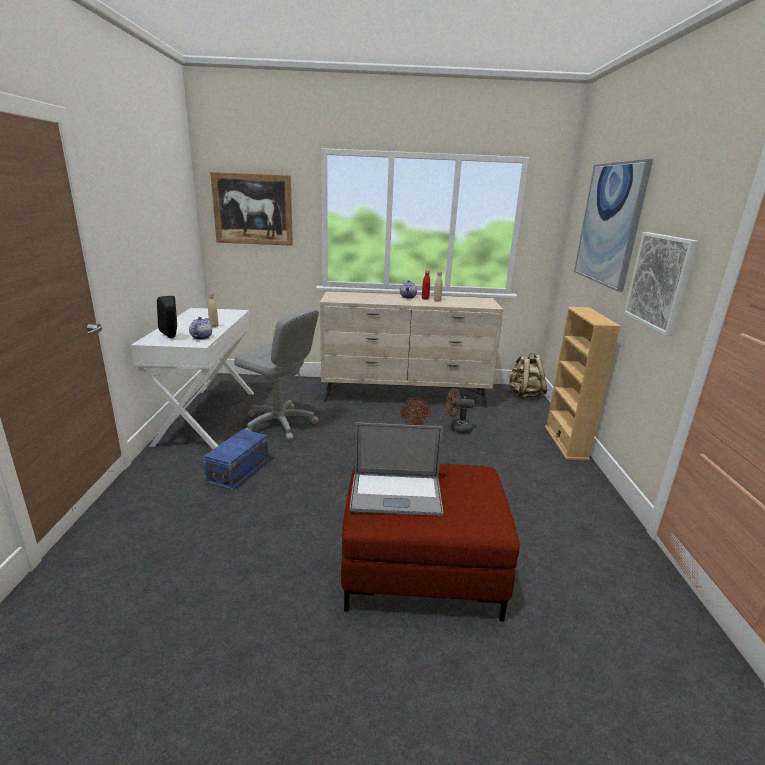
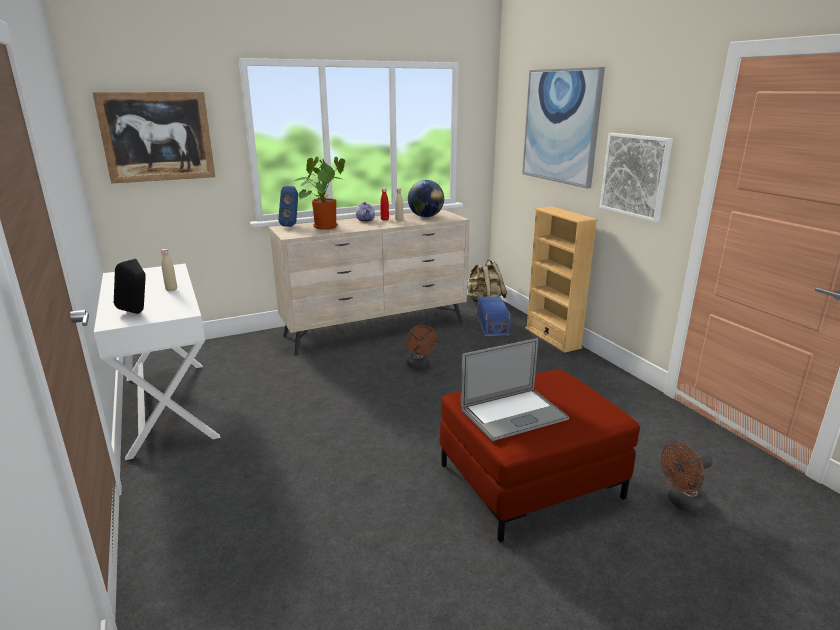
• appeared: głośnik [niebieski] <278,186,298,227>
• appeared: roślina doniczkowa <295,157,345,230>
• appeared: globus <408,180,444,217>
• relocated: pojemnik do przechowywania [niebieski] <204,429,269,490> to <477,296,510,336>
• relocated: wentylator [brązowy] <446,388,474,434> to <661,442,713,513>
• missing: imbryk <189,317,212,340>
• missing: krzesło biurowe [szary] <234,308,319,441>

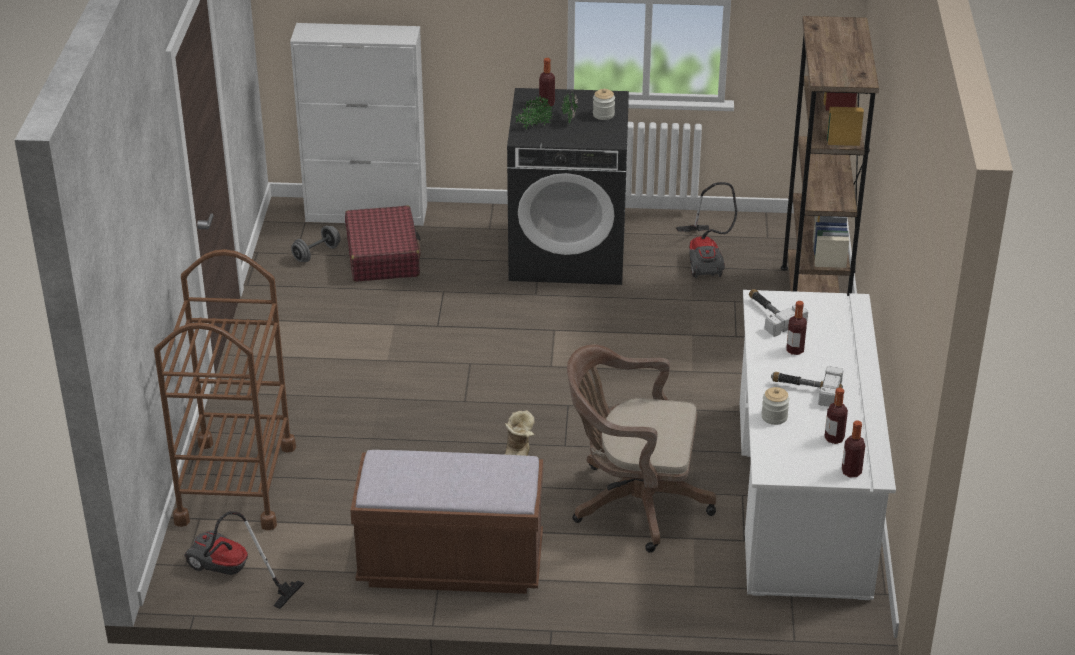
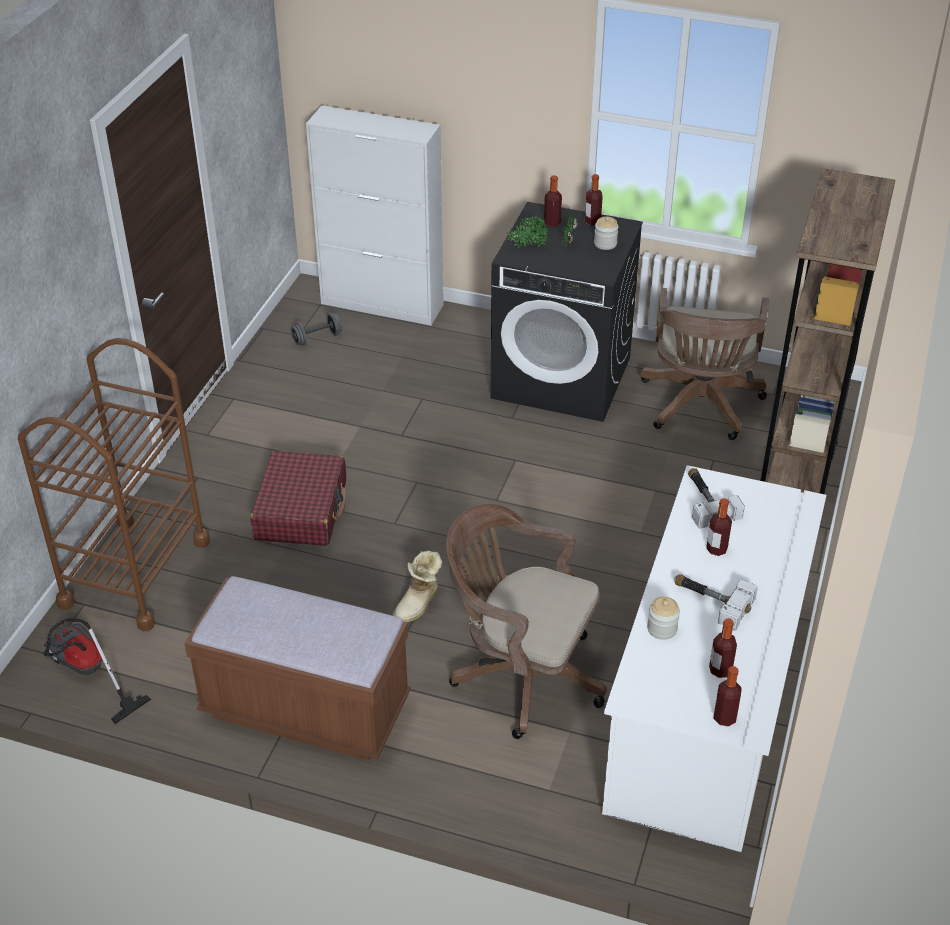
• relocated: walizka [czerwony] <345,205,421,282> to <250,451,346,546>
• appeared: butelka <585,174,603,226>
• exchanged: odkurzacz <676,182,737,278> to krzesło biurowe [brązowy] <640,288,769,440>

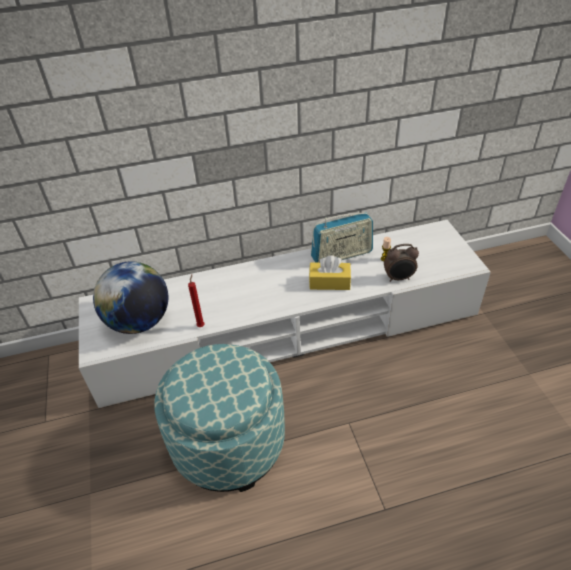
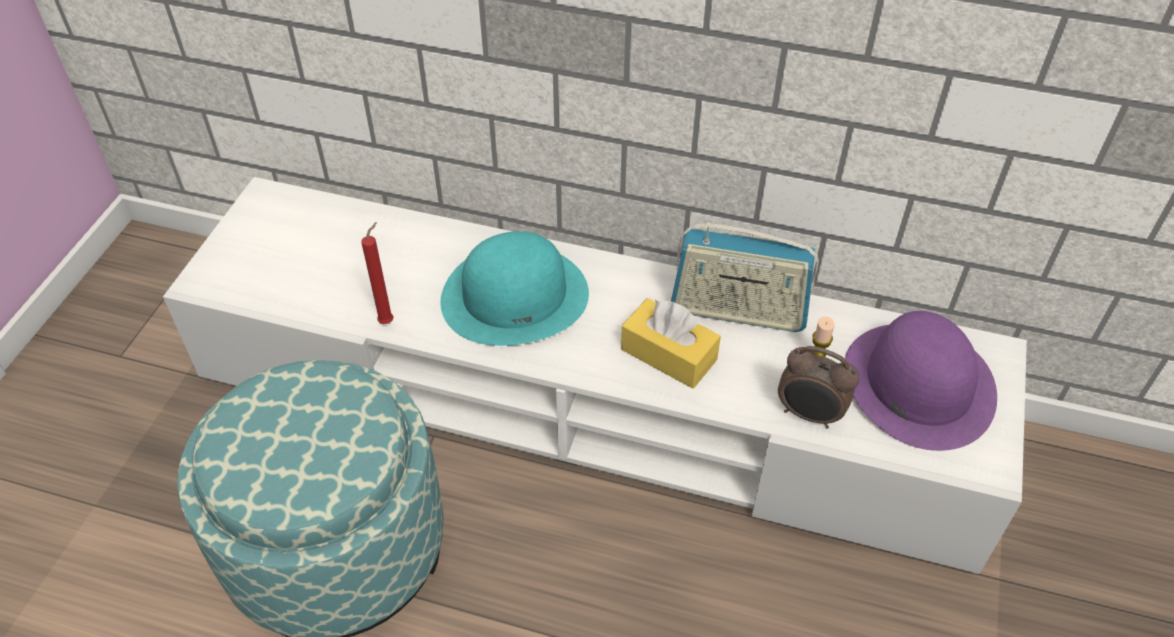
• appeared: kapelusz [turkusowy] <440,231,589,346>
• appeared: kapelusz [fioletowy] <845,311,997,451>
• missing: globus <93,261,168,334>

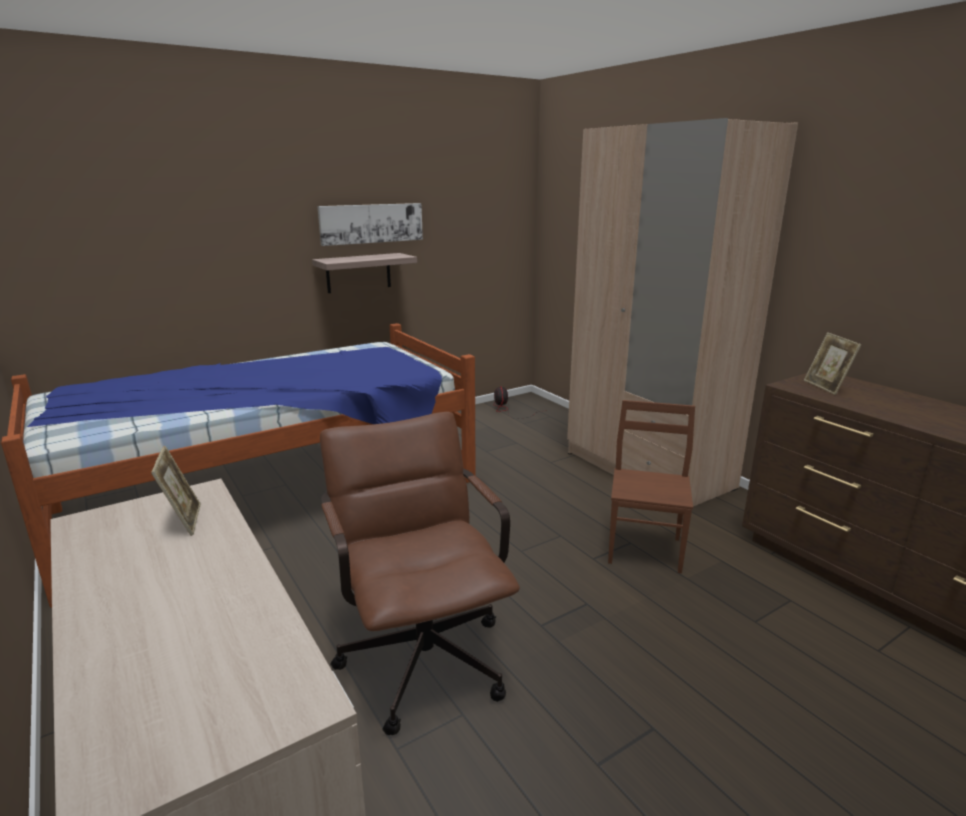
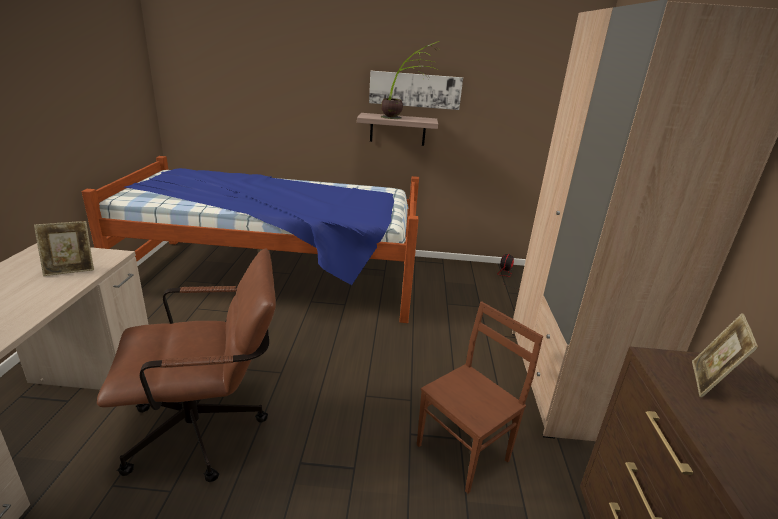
• spun: ramka na zdjęcie <151,446,201,536> = <34,221,94,276> 45 degrees clockwise
• spun: krzesło biurowe [brązowy] <320,412,520,735> = <97,248,276,482> 60 degrees clockwise
• appeared: roślina doniczkowa <381,41,439,119>

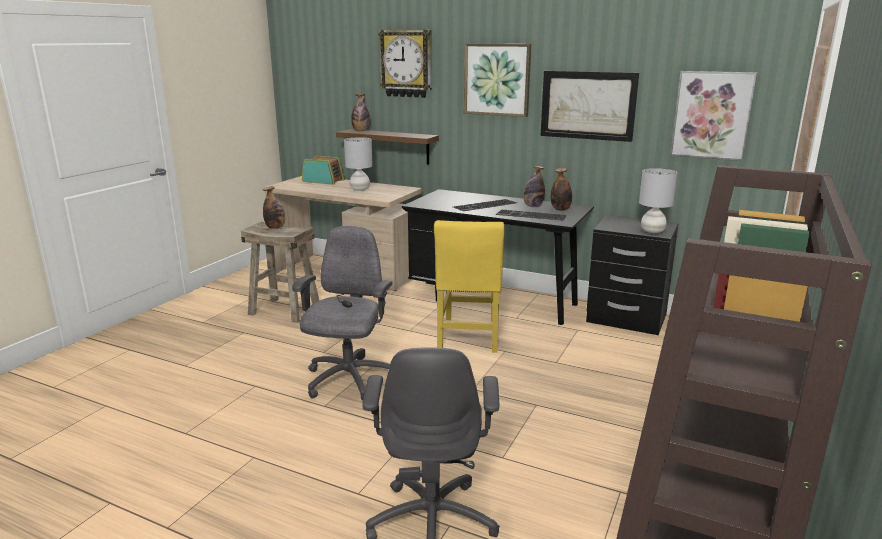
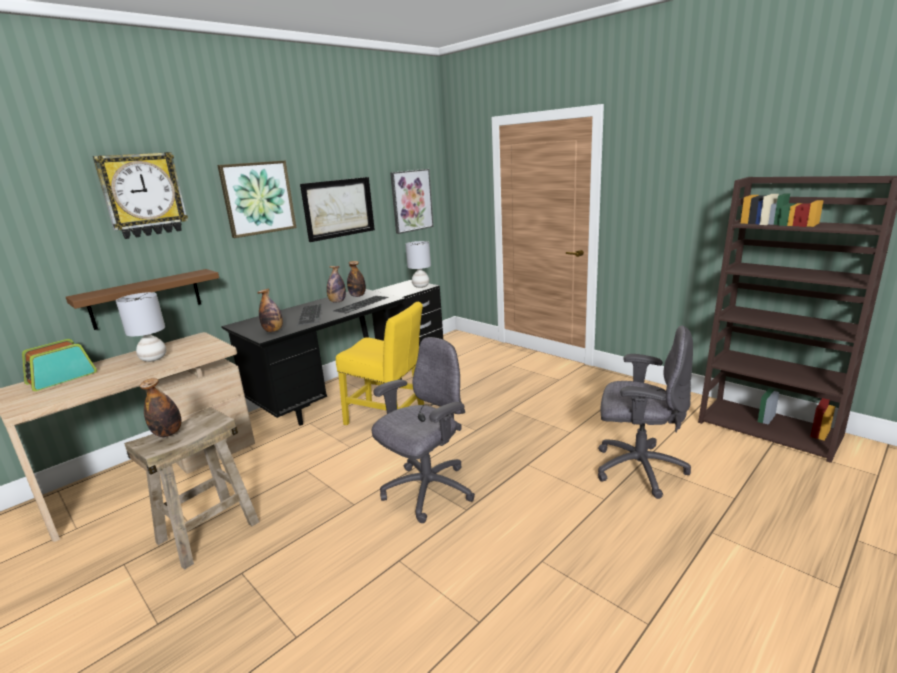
• relocated: butelka <351,94,370,131> to <257,289,283,332>
• spun: krzesło biurowe [szary] <292,226,392,400> = <371,337,475,523> 105 degrees clockwise

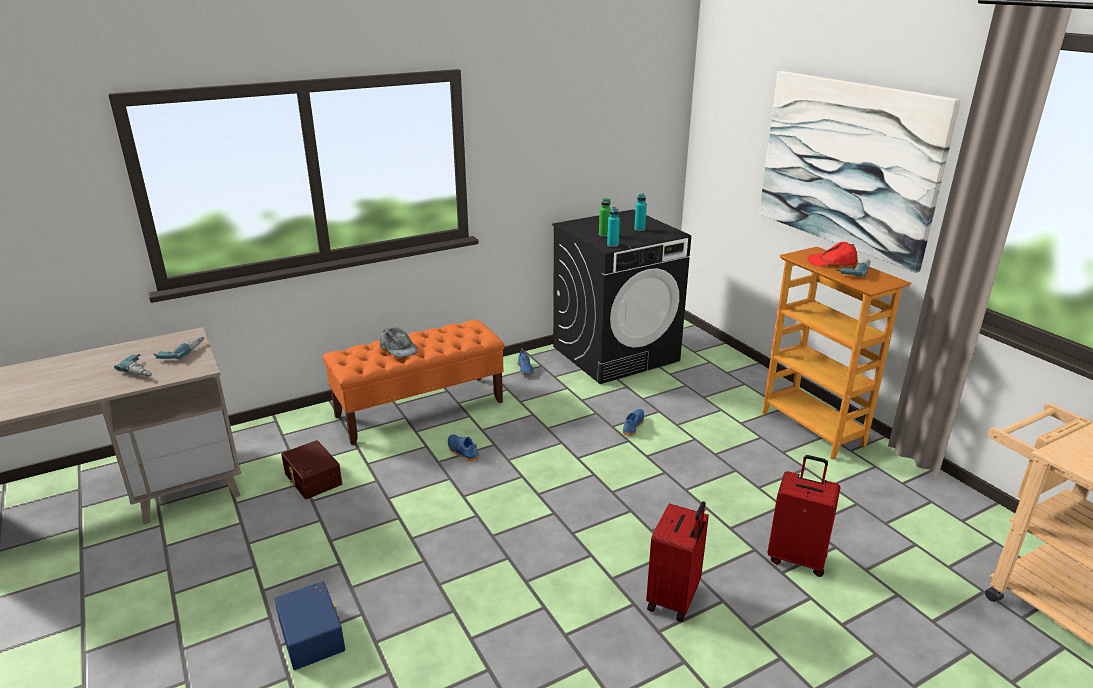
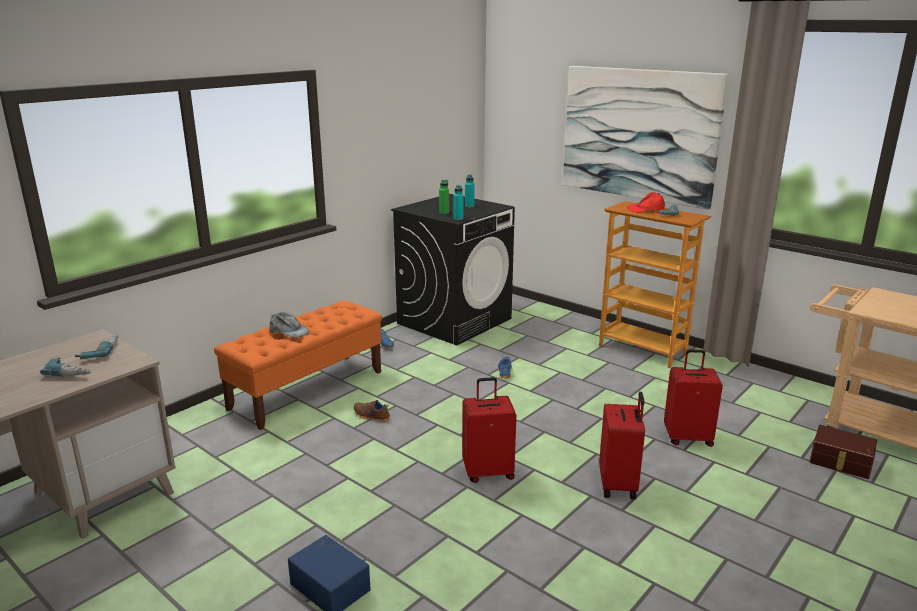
• colour: but [niebieski] <448,435,480,461> to but [brązowy] <354,400,391,422>
• appeared: walizka [czerwony] <462,377,516,483>
• relocated: pojemnik do przechowywania [brązowy] <281,440,342,499> to <810,425,877,479>

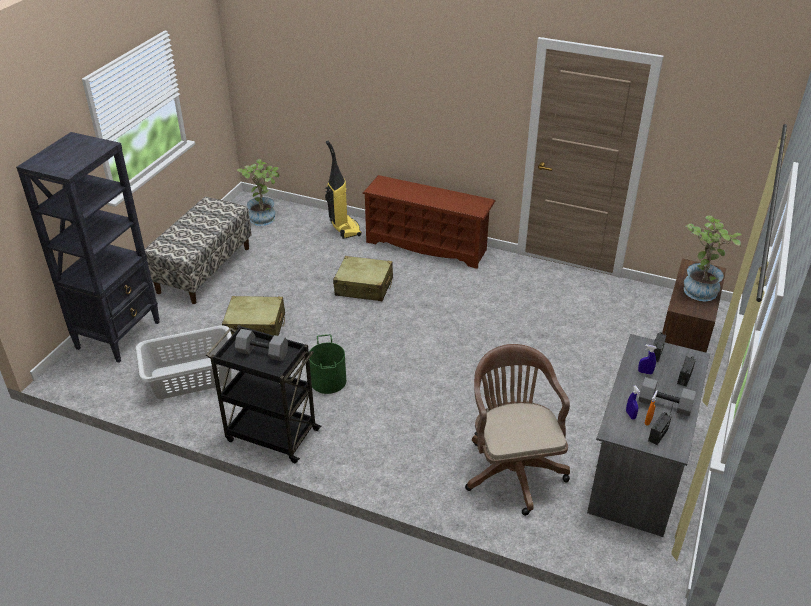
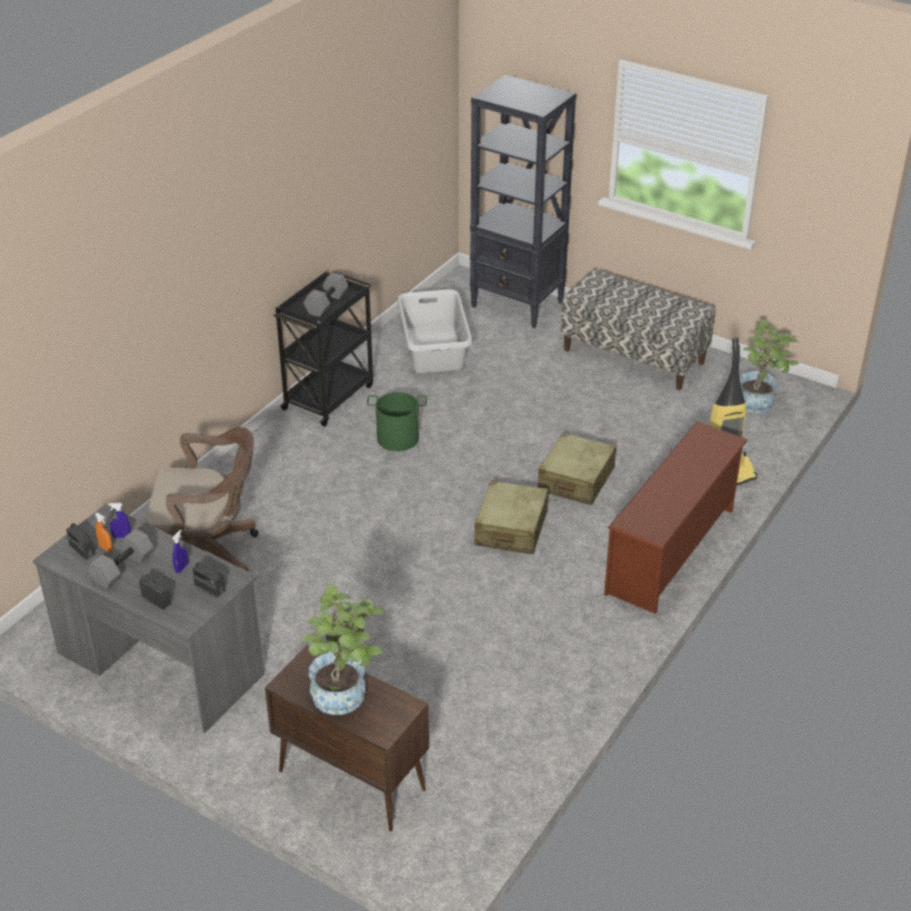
• relocated: walizka [beżowy] <222,296,285,336> to <474,481,548,554>

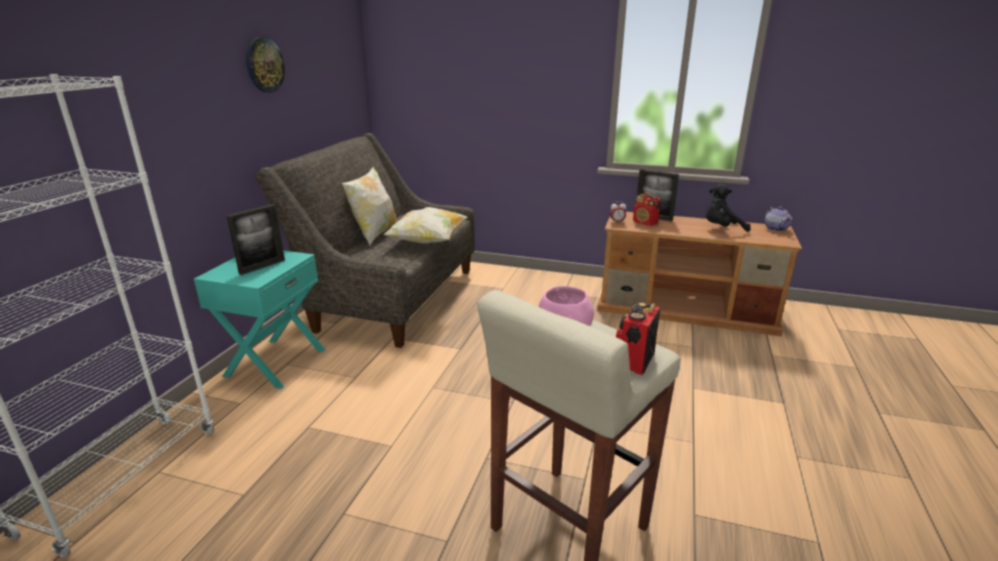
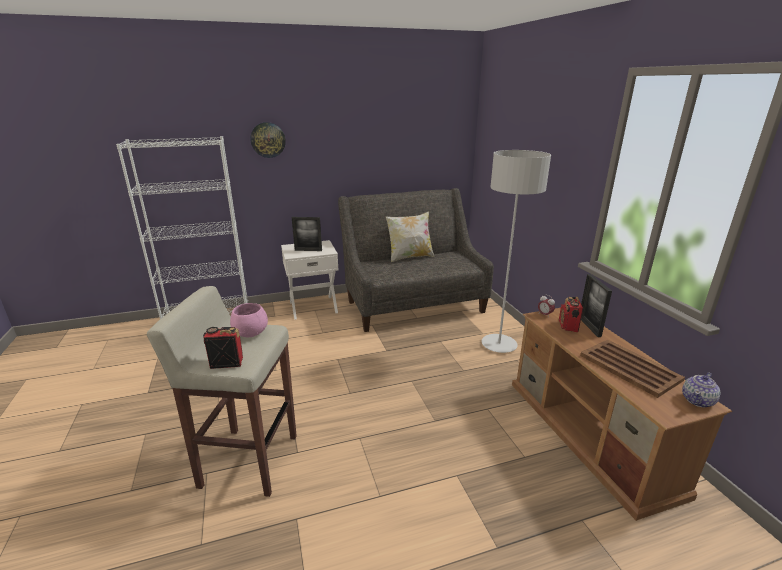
• relocated: zegar ścienny <246,37,285,93> to <250,122,286,158>
• colour: szafka nocna [turkusowy] <194,250,325,389> to szafka nocna [biały] <281,240,339,320>
• appeared: lampa stojąca [szary] <481,150,551,353>
• exchanged: pluszak [czarny] <706,184,750,232> to taca [brązowy] <580,339,685,398>
• missing: poduszka <383,207,468,244>

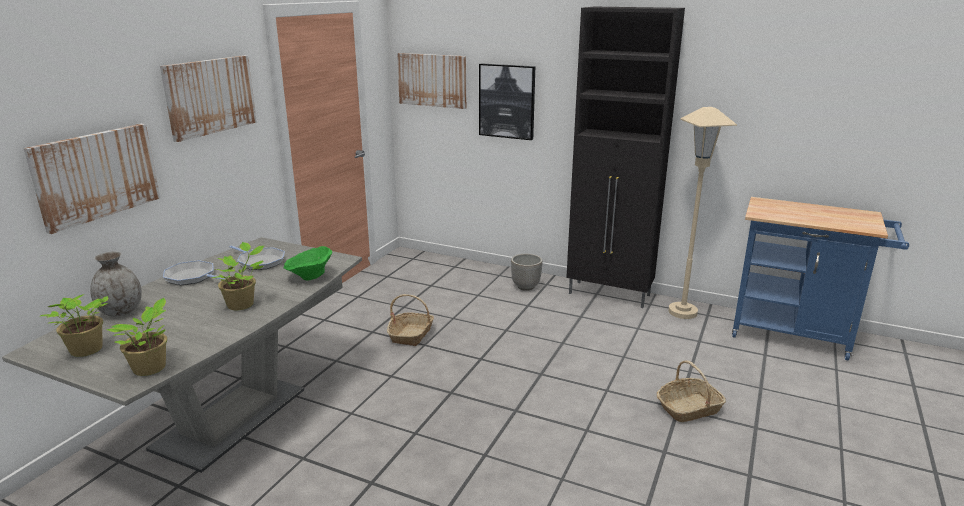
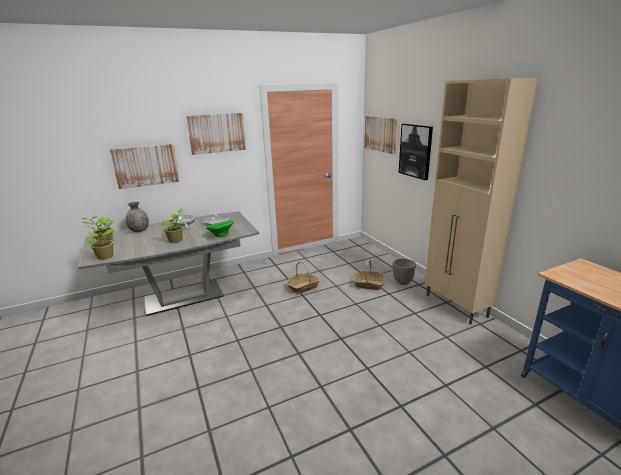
• relocated: koszyk <657,360,726,422> to <353,260,385,290>
• colour: szafka [czarny] <566,7,685,308> to szafka [beżowy] <425,78,538,325>
• missing: lampa stojąca [beżowy] <668,107,737,319>

